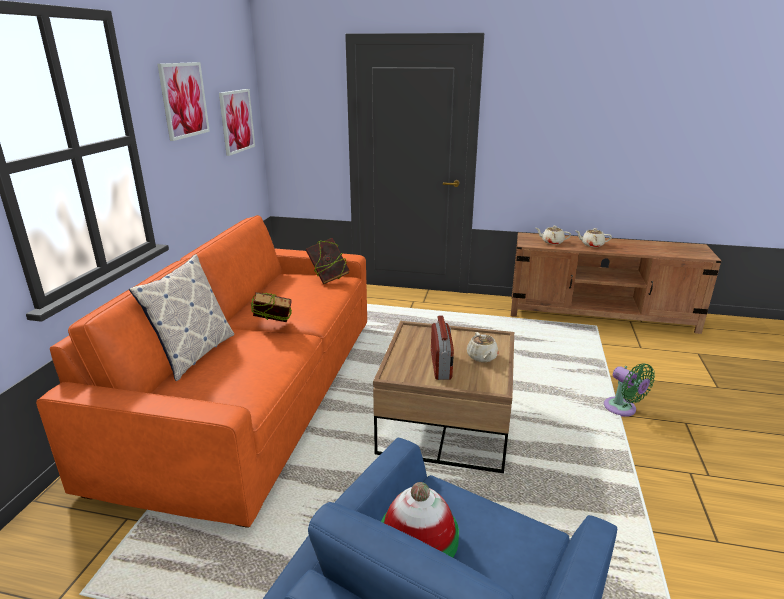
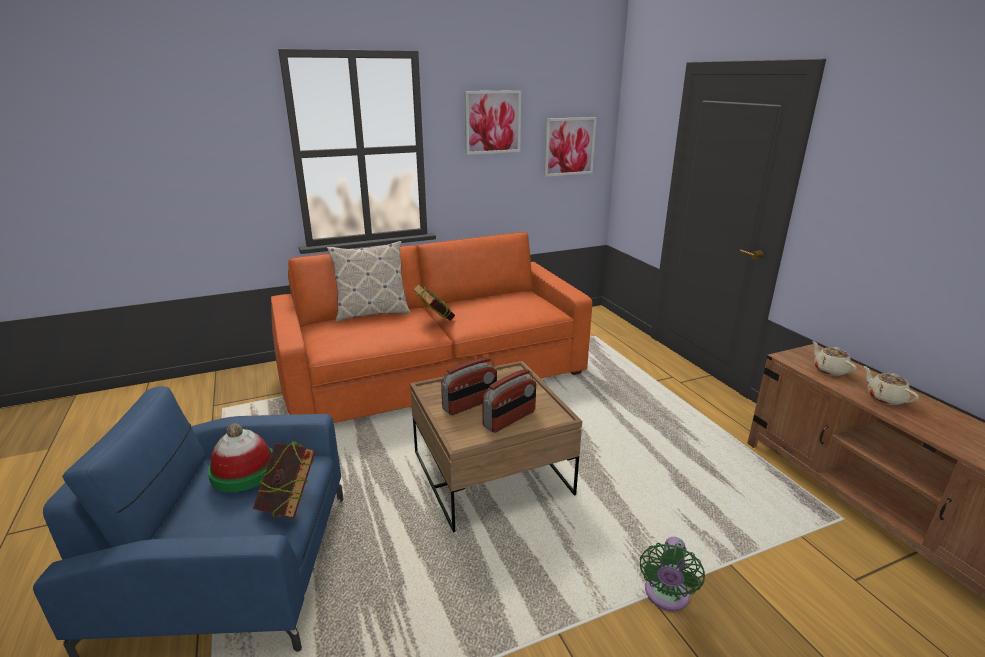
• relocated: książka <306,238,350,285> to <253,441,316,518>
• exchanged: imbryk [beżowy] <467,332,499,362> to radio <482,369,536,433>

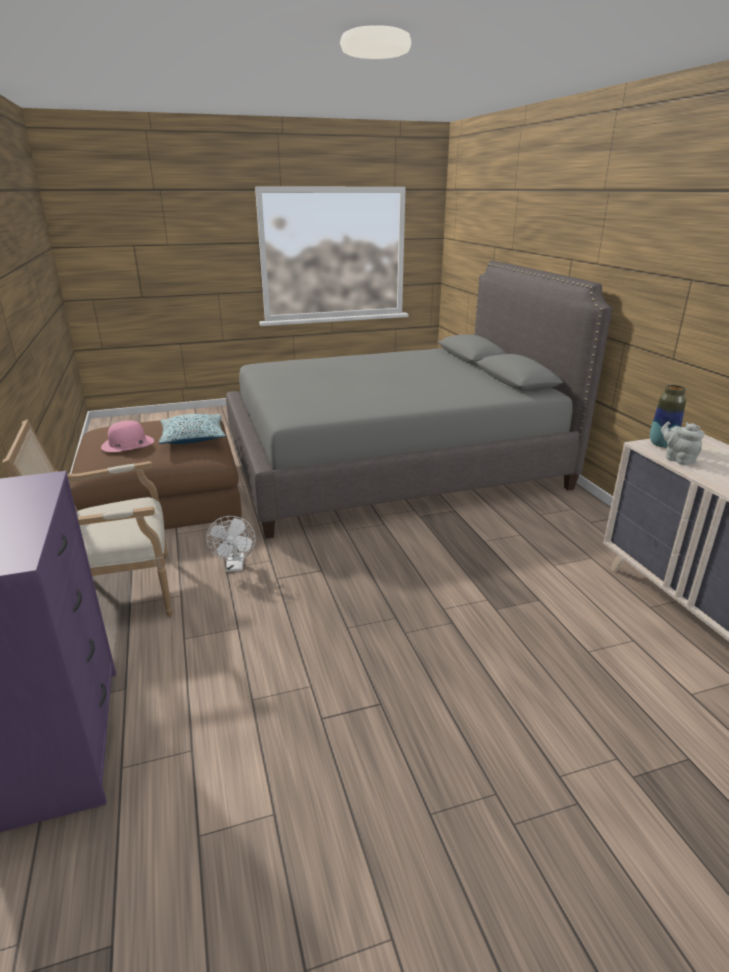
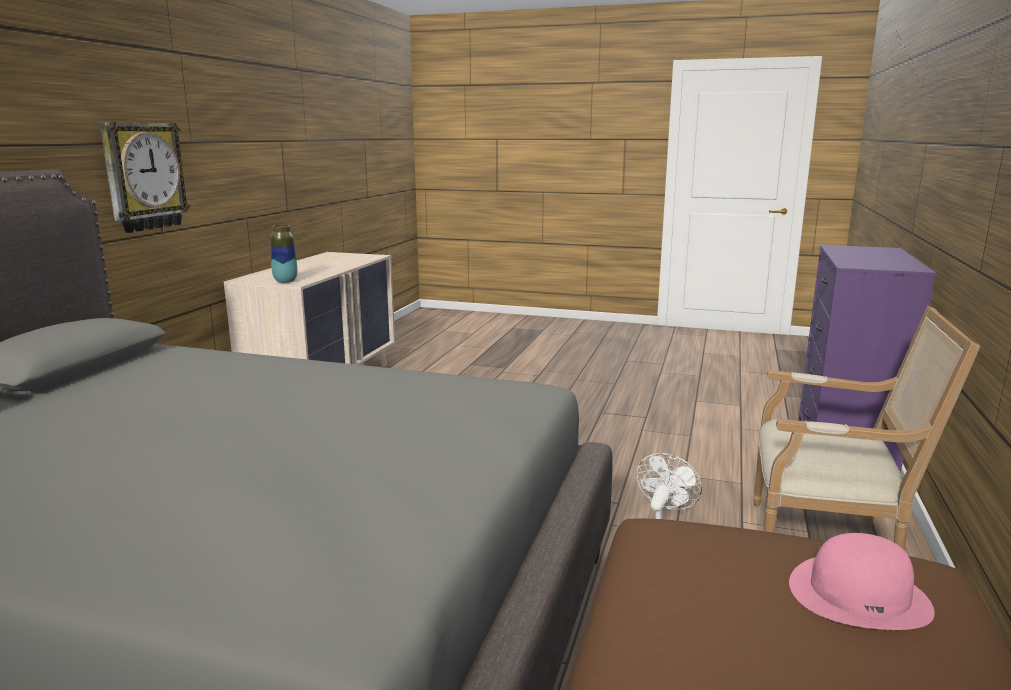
• appeared: zegar ścienny <99,122,190,233>
• missing: poduszka <159,414,226,444>
• missing: imbryk [szary] <661,421,705,465>

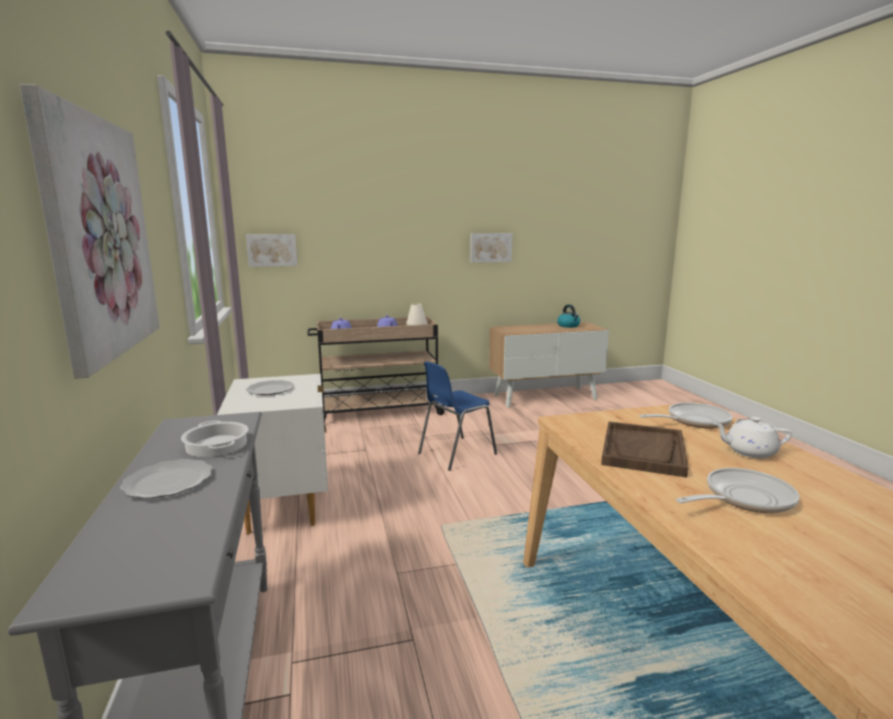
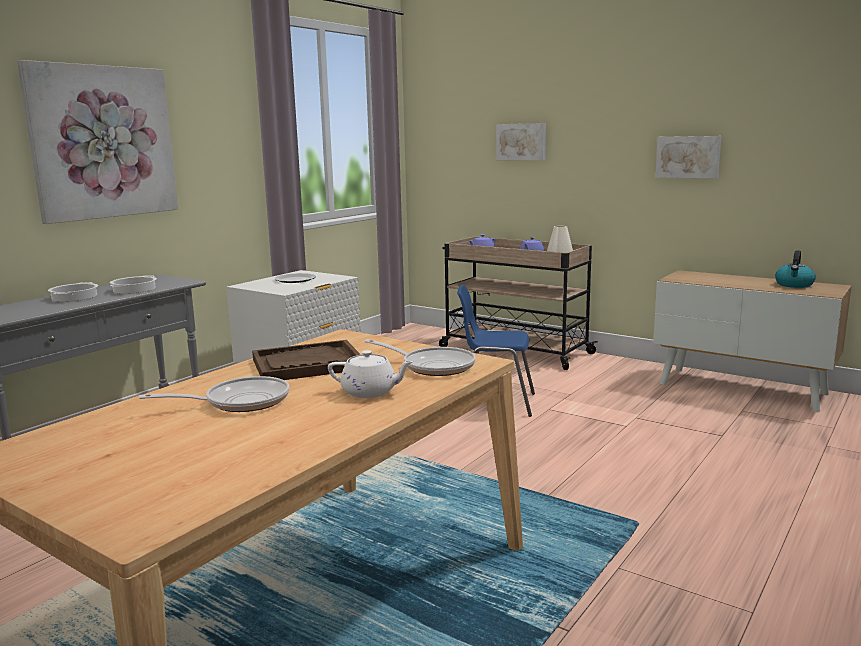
• exchanged: talerz <120,459,212,498> to garnek <48,282,98,302>
• spun: patelnia <676,468,800,513> = <139,376,290,412> 45 degrees counterclockwise
• spun: imbryk [biały] <713,417,792,458> = <328,350,414,398> 135 degrees clockwise
• relocated: obraz <246,234,298,267> to <496,123,546,160>

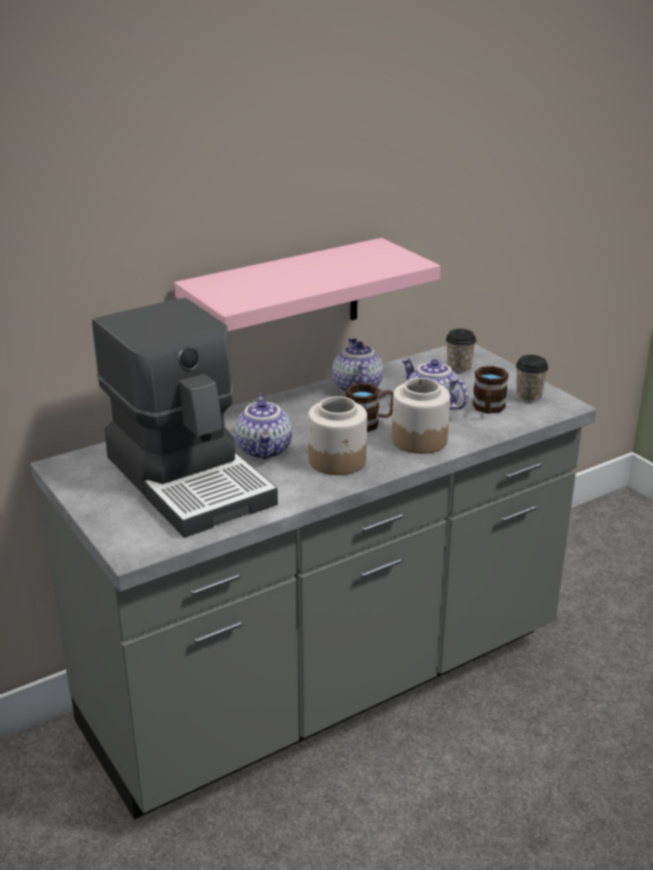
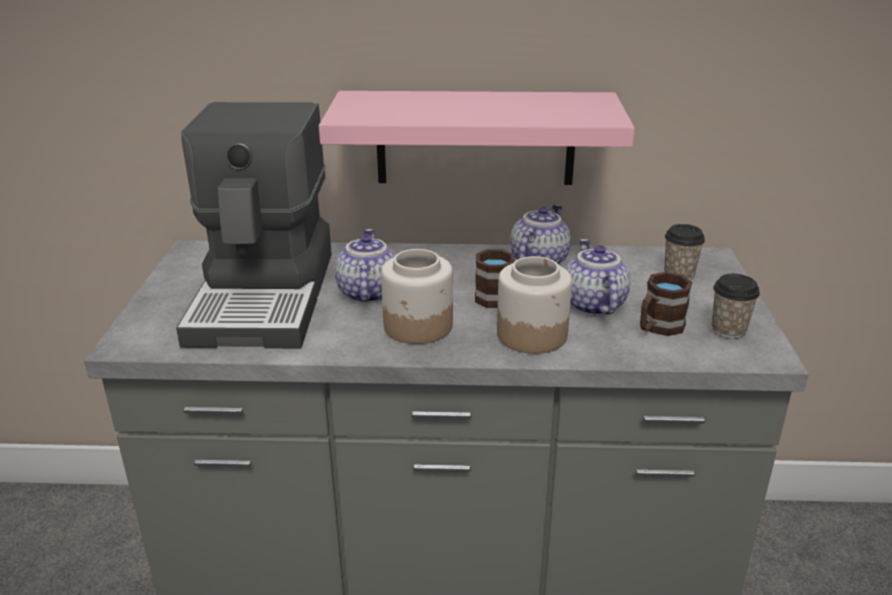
• spun: imbryk <235,394,292,459> = <335,229,396,303> 150 degrees clockwise

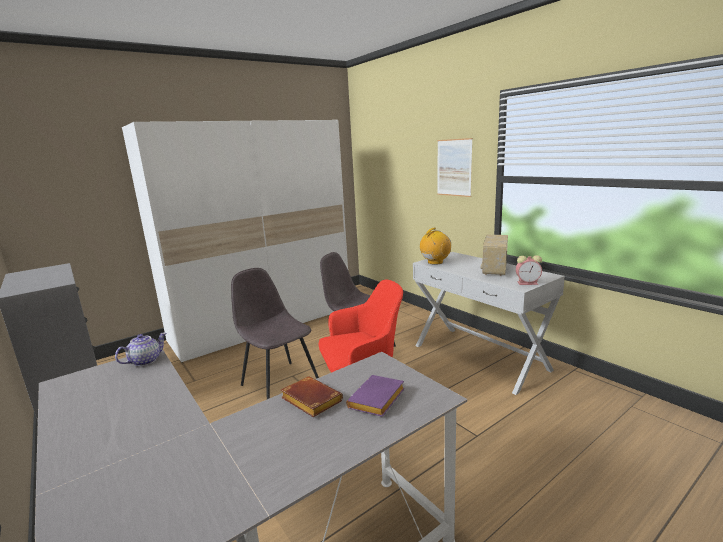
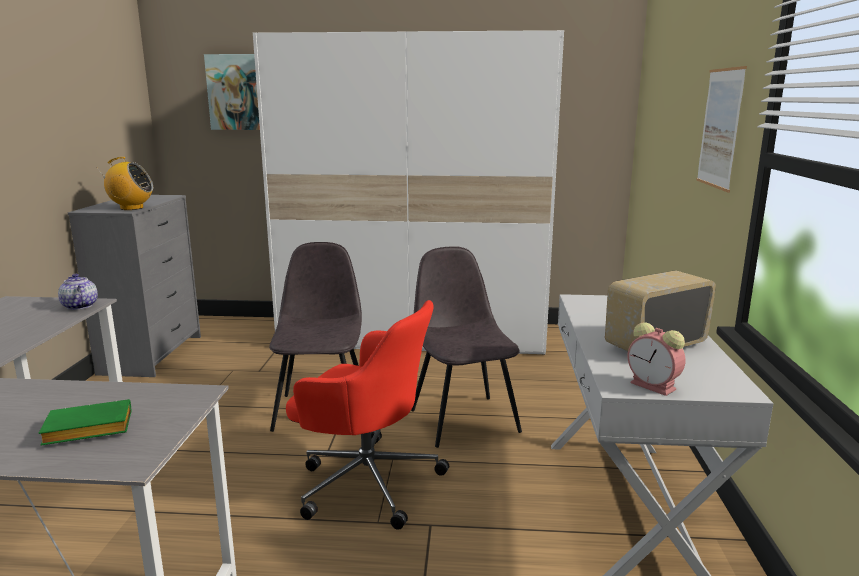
• colour: książka [fioletowy] <346,375,405,417> to książka [zielony] <39,399,131,445>
• spun: imbryk <115,333,166,366> = <58,274,98,310> 120 degrees counterclockwise
• relocated: radio <420,228,451,265> to <97,157,153,210>
• appeared: obraz <204,54,260,130>
• missing: książka [brązowy] <281,376,343,417>

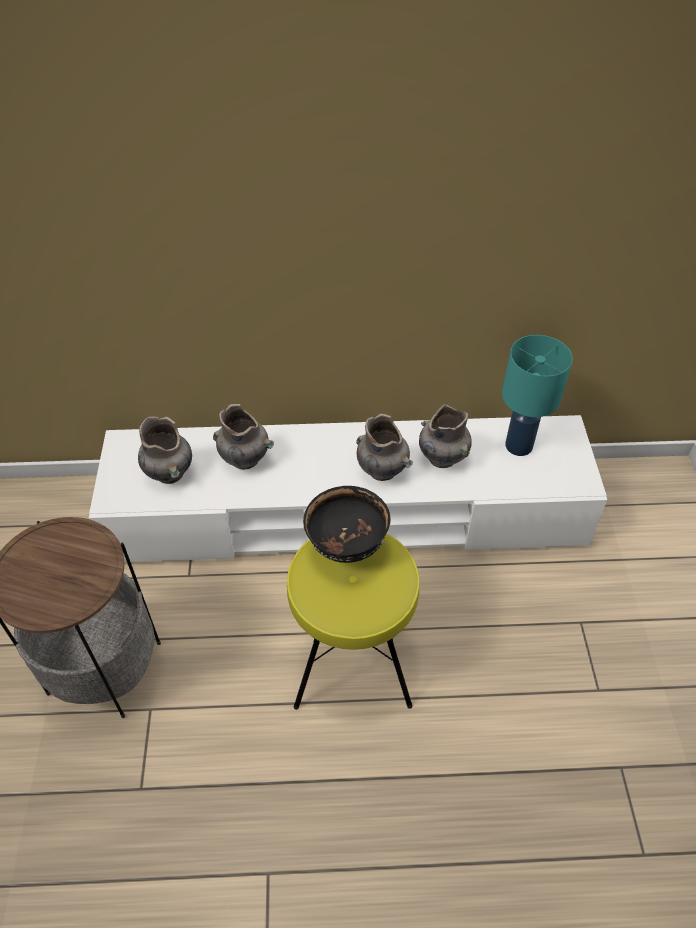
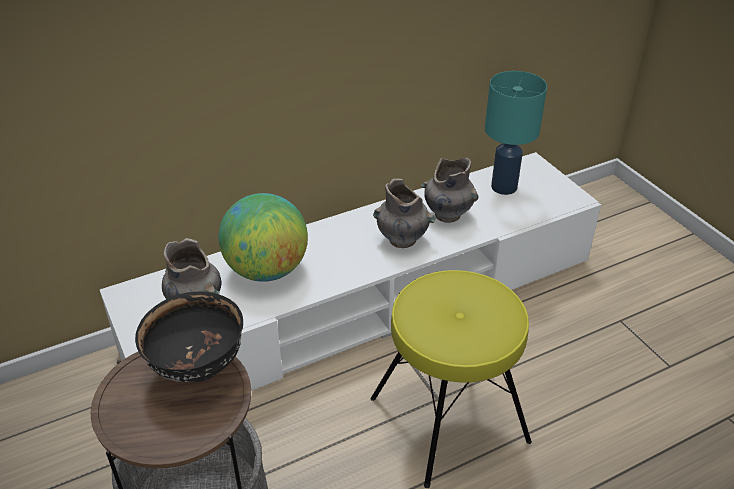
• relocated: miska [czarny] <303,486,391,563> to <135,291,243,382>
• exchanged: wazon [szary] <213,404,274,470> to globus <218,193,308,282>

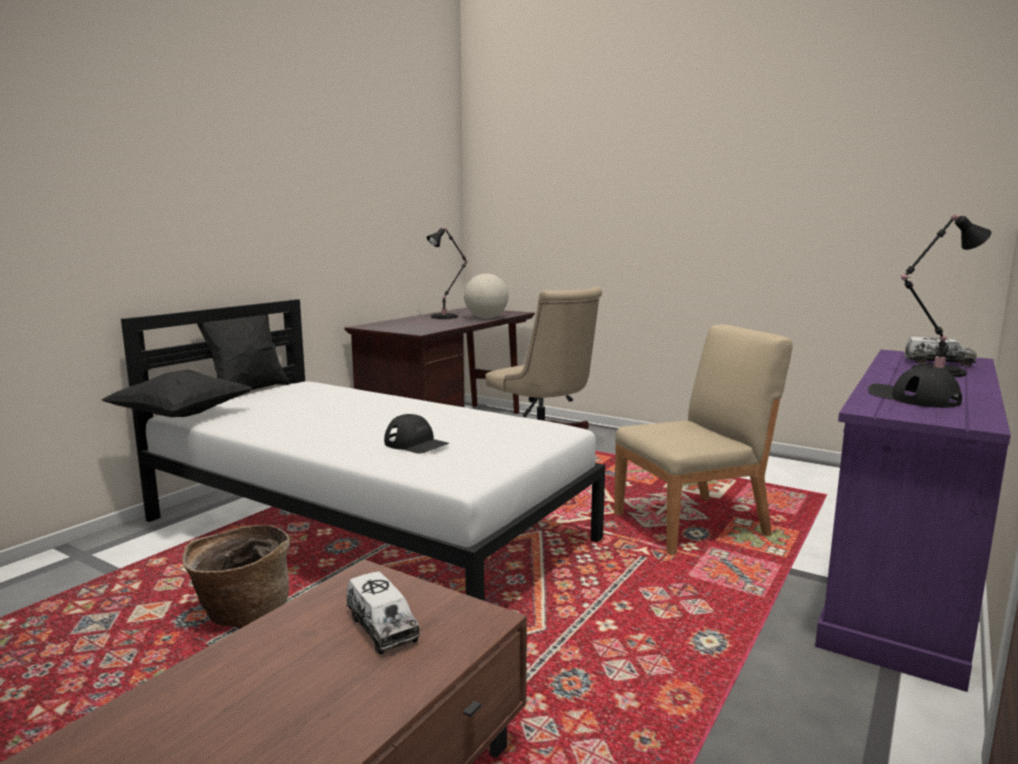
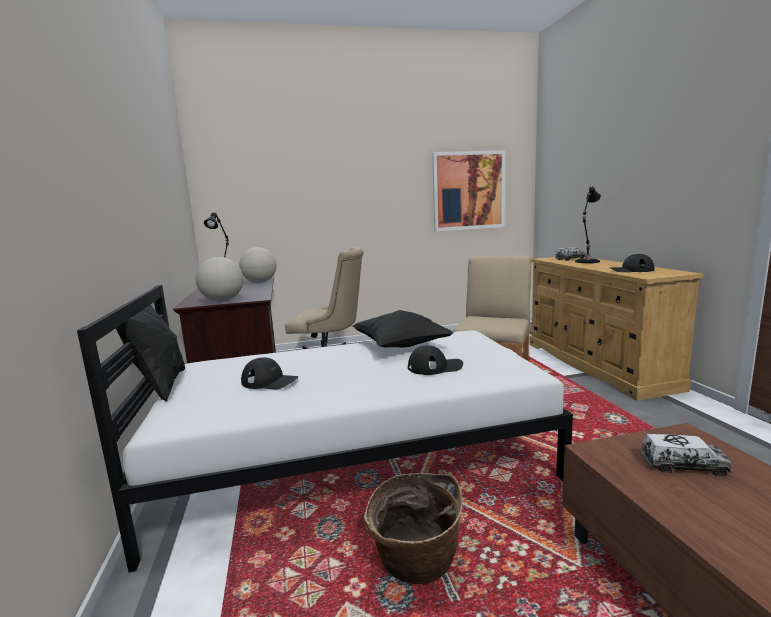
• appeared: globus <196,257,243,302>
• appeared: czapka z daszkiem [czarny] <241,358,298,389>
• relocated: poduszka [czarny] <102,370,252,417> to <352,310,453,348>
• appeared: obraz <432,150,505,231>
• colour: komoda [fioletowy] <815,350,1011,692> to komoda [beżowy] <529,257,704,401>

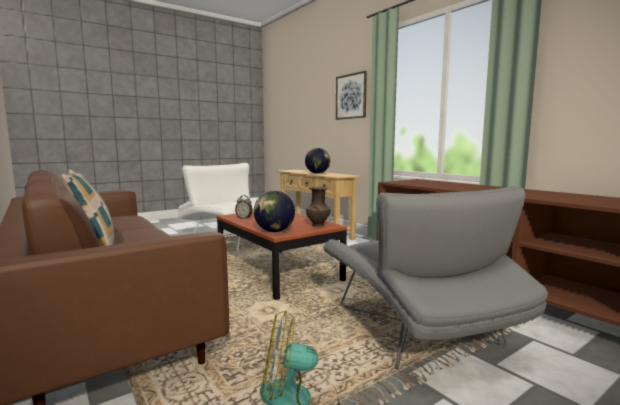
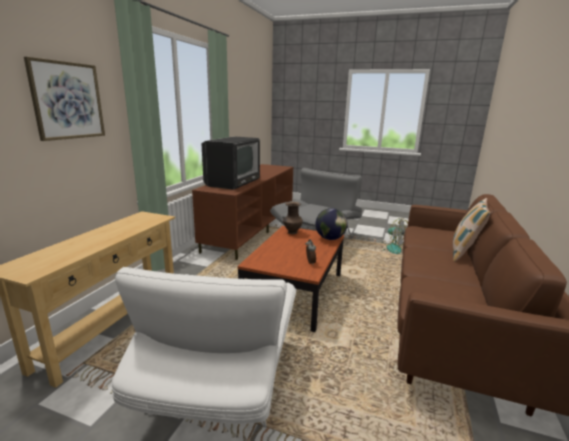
• appeared: telewizor <202,136,260,190>
• missing: globus <305,148,330,174>

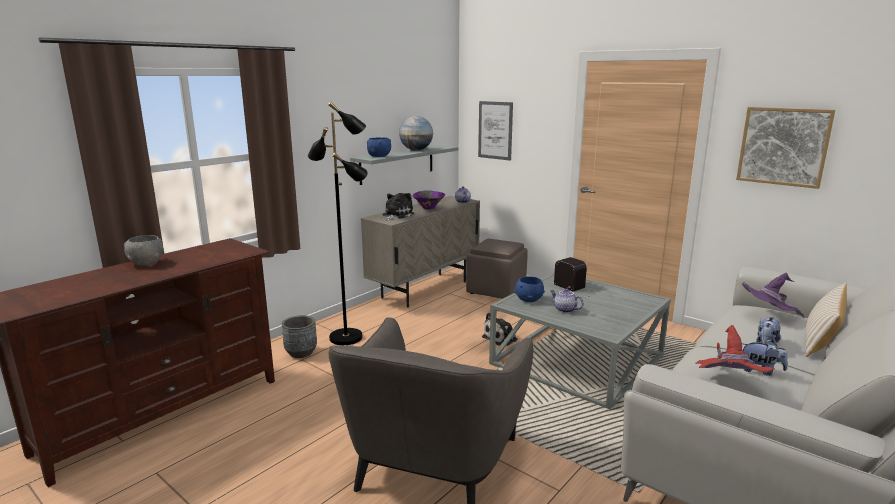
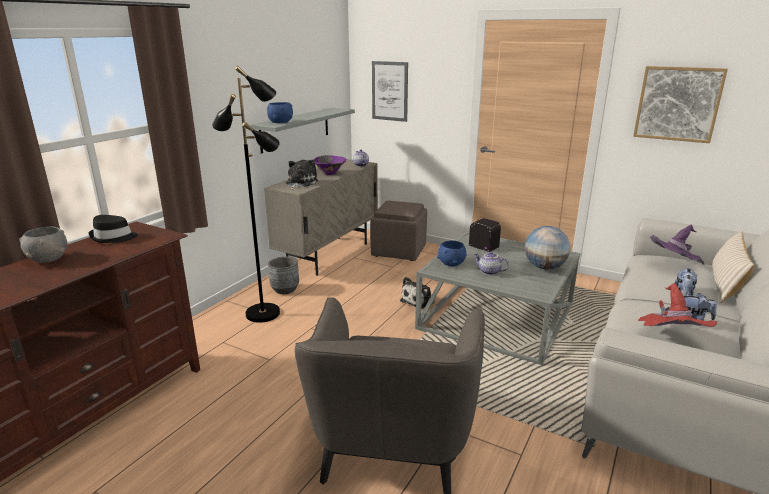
• appeared: kapelusz [czarny] <88,215,138,243>
• relocated: donica [szary] <282,315,317,358> to <268,257,299,294>
• relocated: globus <399,116,433,151> to <525,226,570,270>

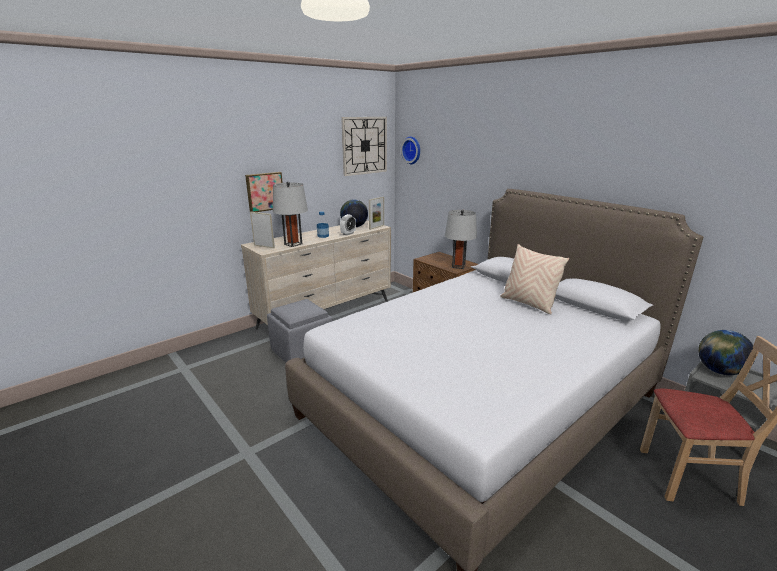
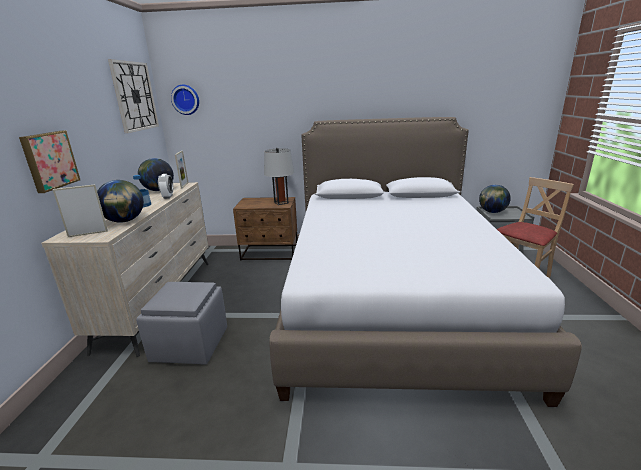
• exchanged: lampa stołowa [szary] <273,182,308,247> to globus <97,180,144,223>
• missing: poduszka [beżowy] <500,244,569,314>

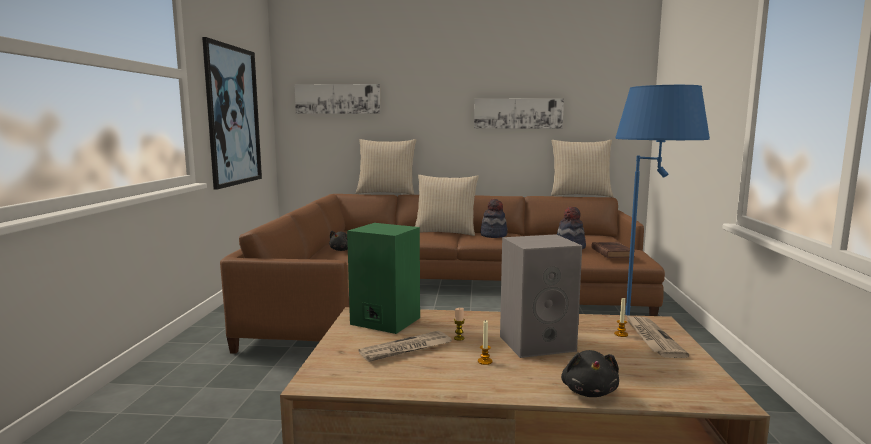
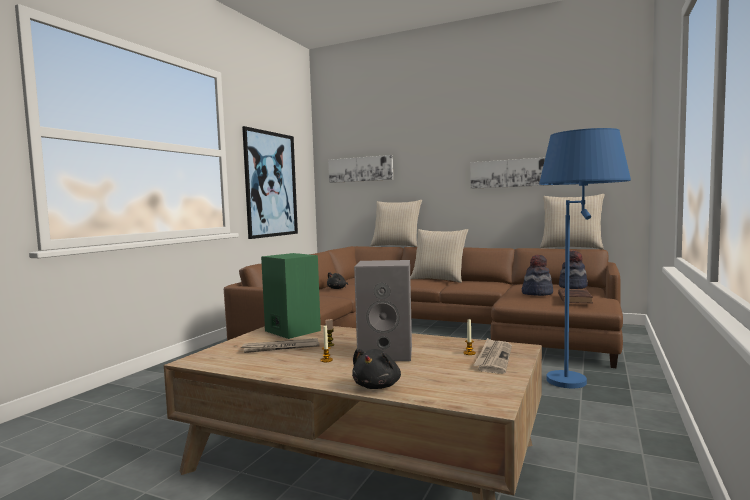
• relocated: kapelusz <480,199,508,238> to <559,250,588,289>

